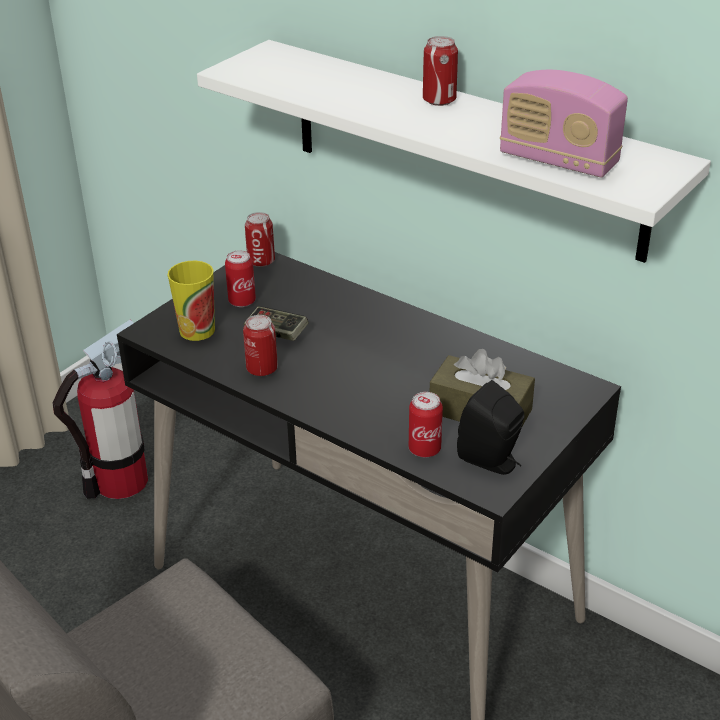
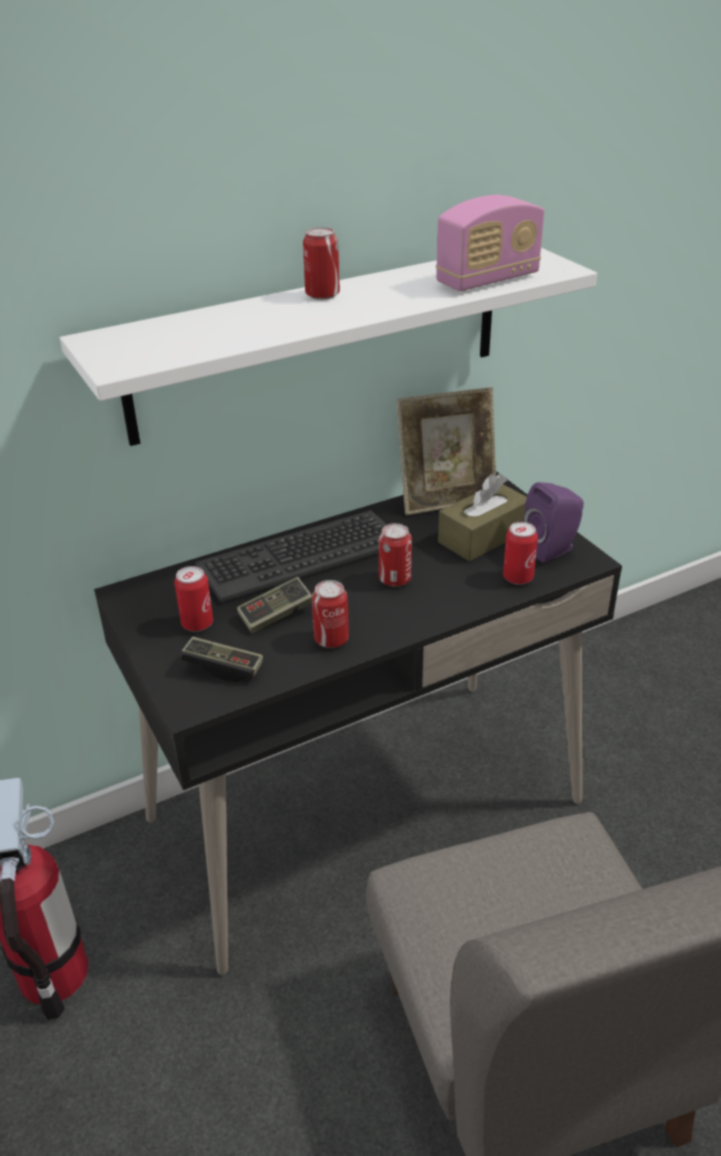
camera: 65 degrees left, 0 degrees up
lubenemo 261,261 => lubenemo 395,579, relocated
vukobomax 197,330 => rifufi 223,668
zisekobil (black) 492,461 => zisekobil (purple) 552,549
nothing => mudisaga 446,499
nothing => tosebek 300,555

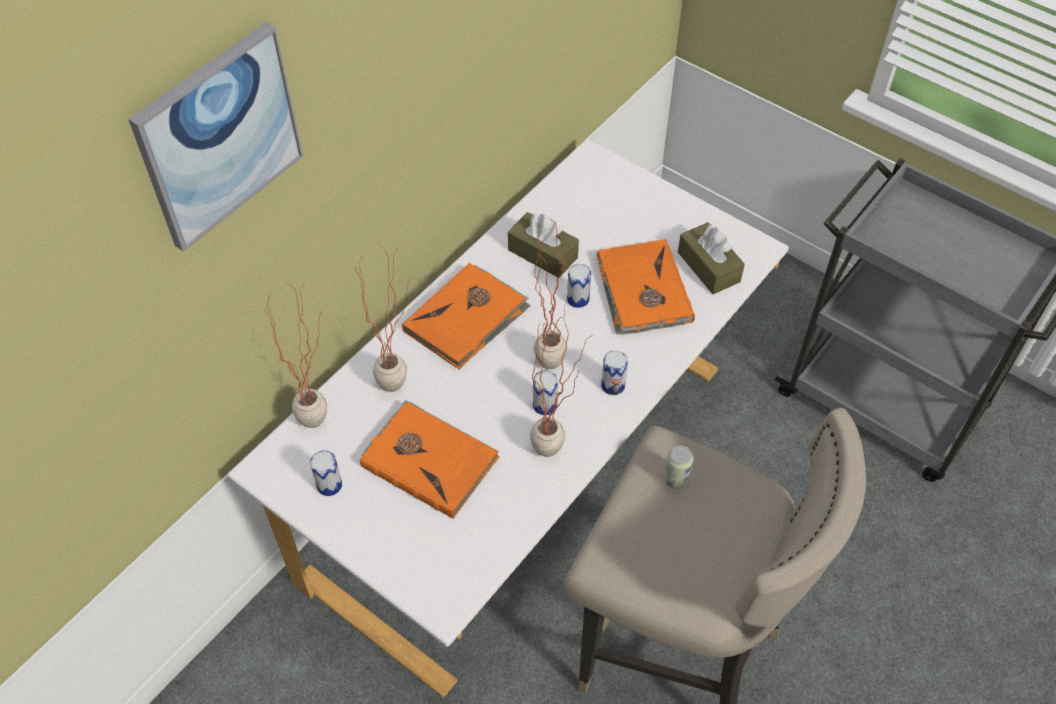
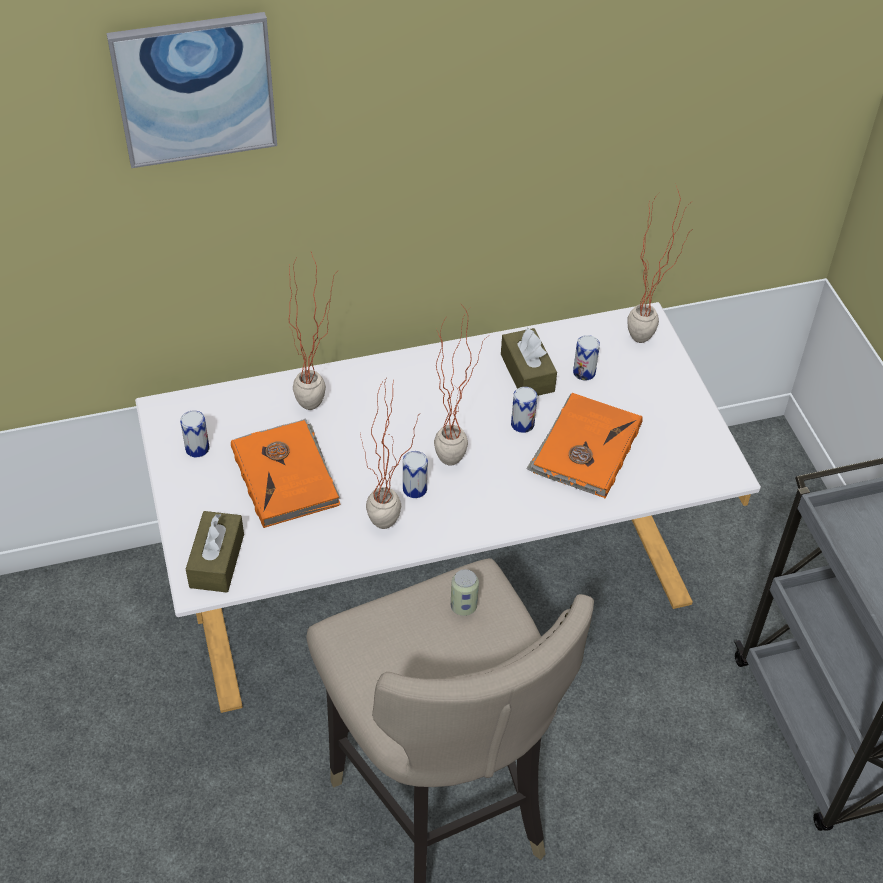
camera: 35 degrees right, 5 degrees down
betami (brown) 708,267 => betami (brown) 217,561, relocated
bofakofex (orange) 467,319 => nothing
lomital 322,415 => lomital 649,338, relocated
lubenemo 613,385 => lubenemo 584,372, relocated

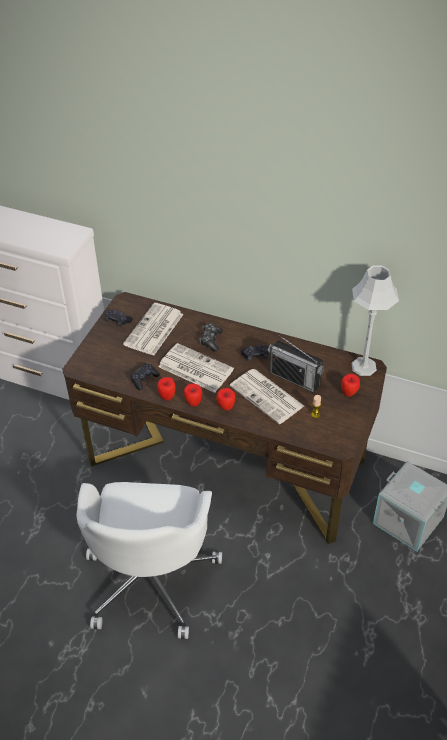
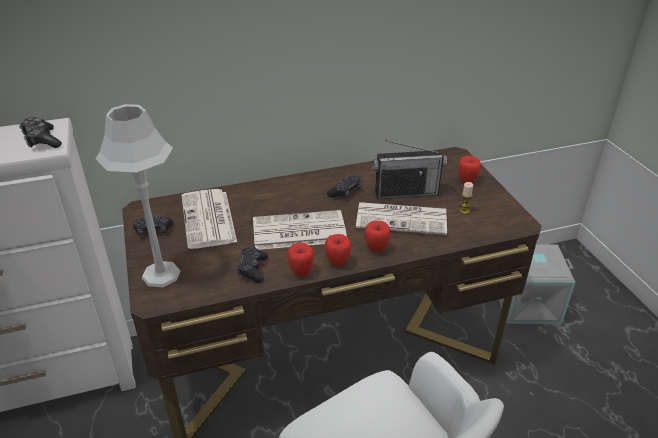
camera: 40 degrees left, 10 degrees down
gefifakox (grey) 363,366 => gefifakox (grey) 161,274, relocated
rifufi 211,340 => rifufi 42,140, relocated

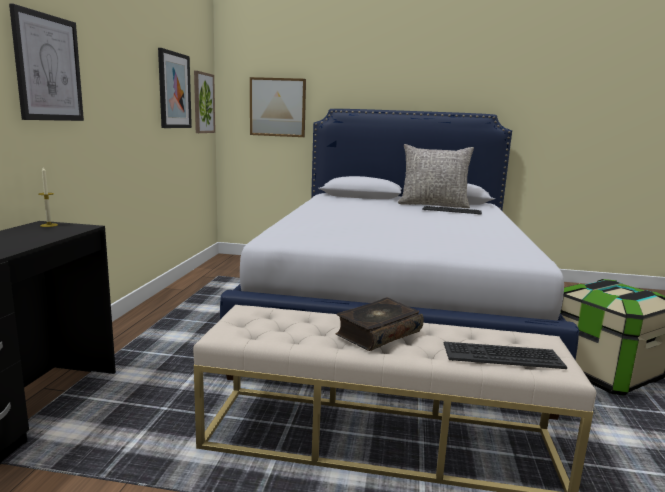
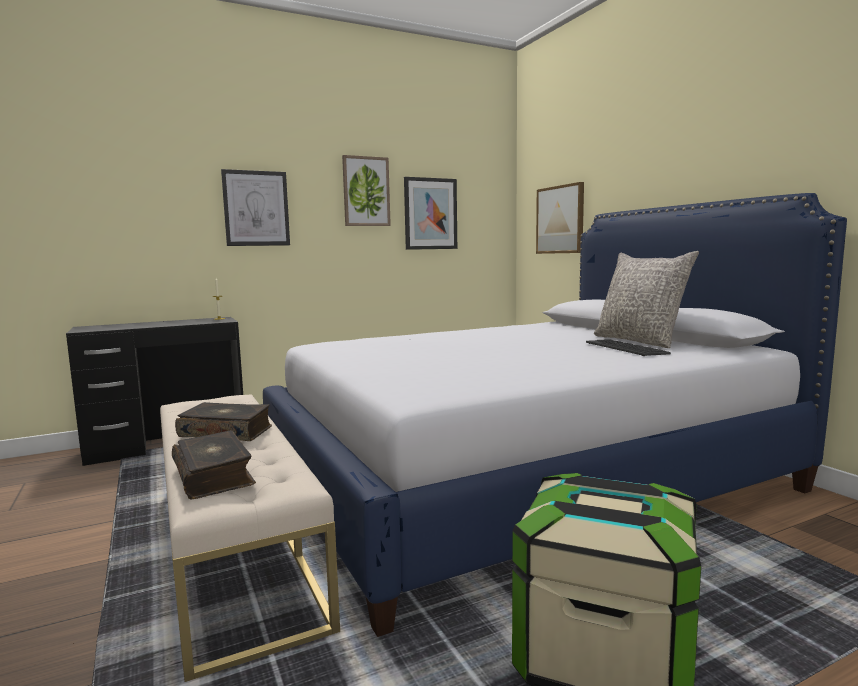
camera: 55 degrees right, 5 degrees down
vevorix 203,103 => vevorix 366,191, relocated
tosebek 502,356 => bofakofex 214,475

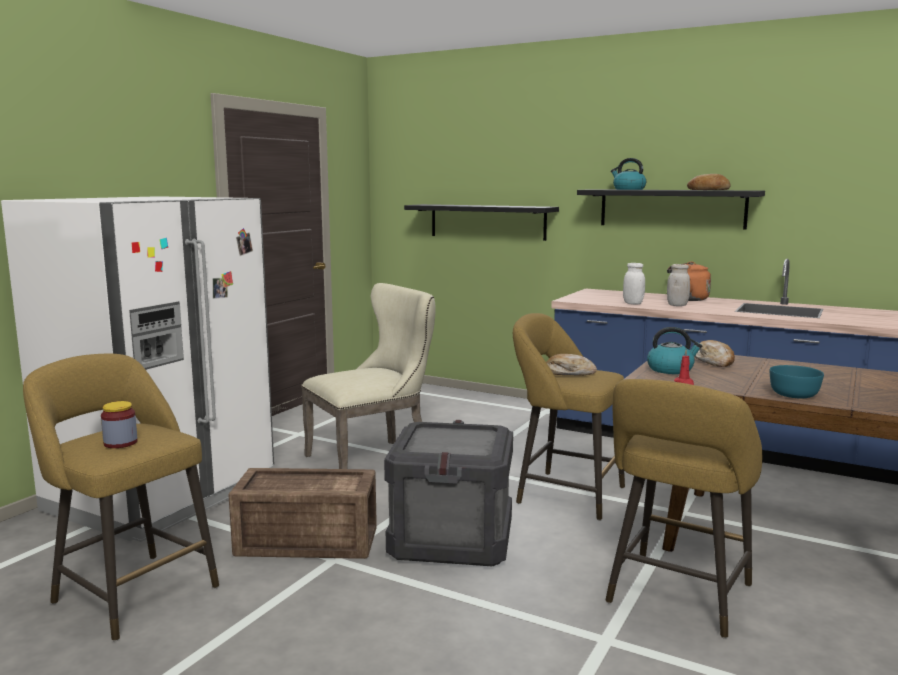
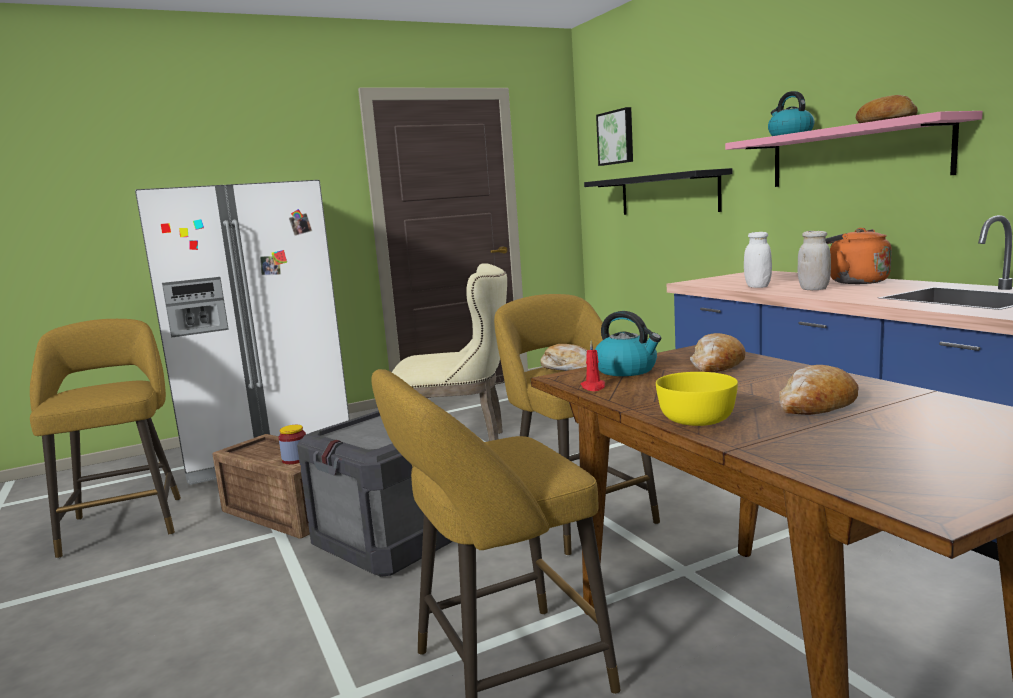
camera: 35 degrees right, 0 degrees up
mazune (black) 671,208 => mazune (pink) 855,155
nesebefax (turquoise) 795,394 => nesebefax (yellow) 698,419
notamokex 120,443 => notamokex 295,459, relocated
nothing => vevorix 616,137
nothing => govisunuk 816,405

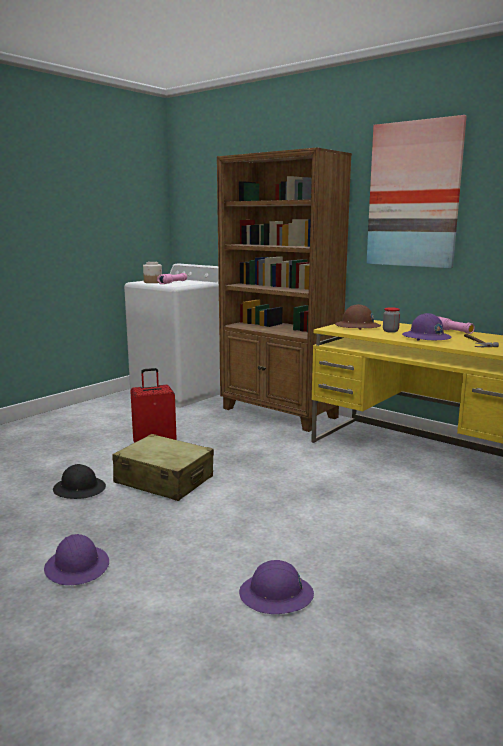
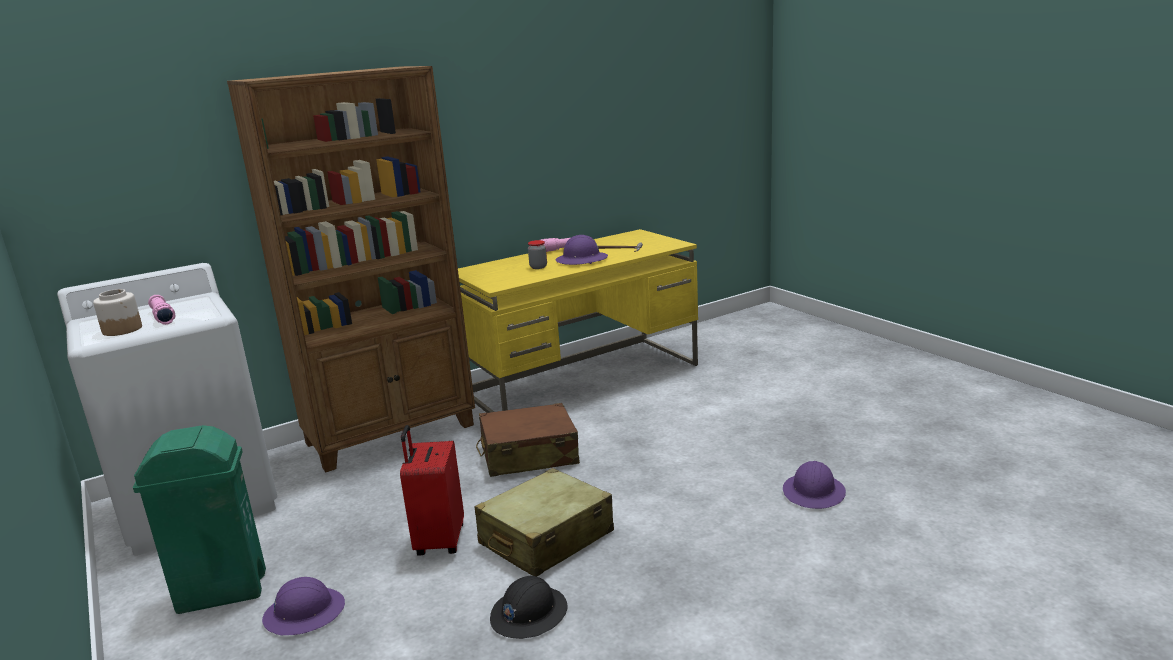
camera: 70 degrees left, 5 degrees up
vevorix 414,195 => nothing
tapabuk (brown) 357,326 => nothing
tapabuk (purple) 77,567 => tapabuk (purple) 304,613, relocated
nothing => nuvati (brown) 528,455
nothing => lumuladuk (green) 221,592

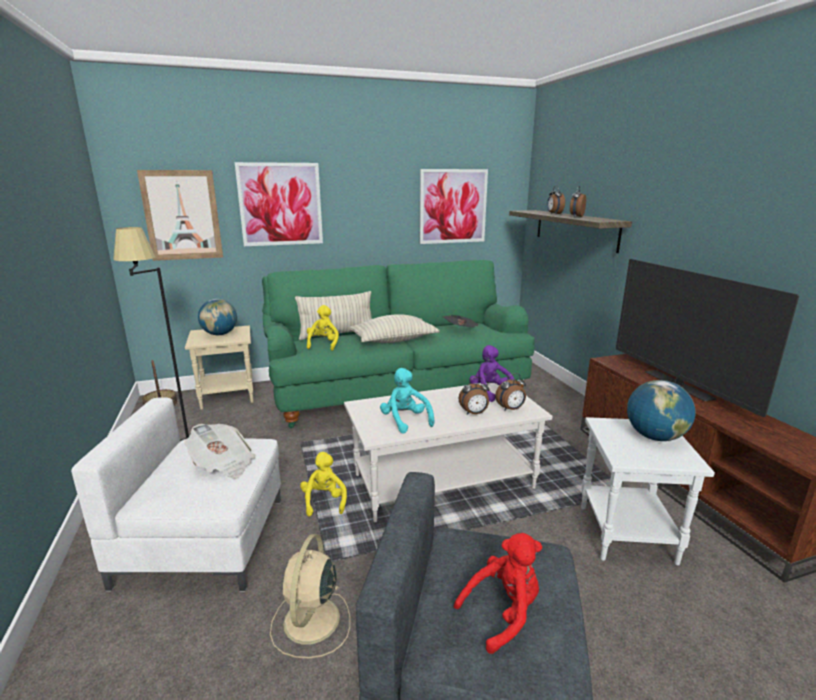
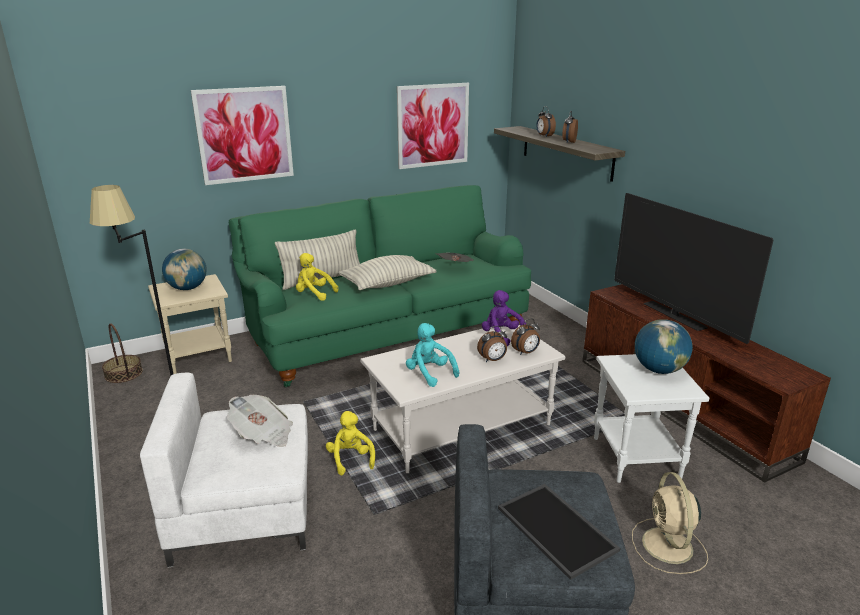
camera: 10 degrees left, 5 degrees up
vevorix 182,215 => nothing
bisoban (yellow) 323,344 => bisoban (yellow) 314,294, 60 degrees counterclockwise
bisoban (red) 503,612 => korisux 558,529
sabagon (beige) 311,622 => sabagon (beige) 668,547, relocated

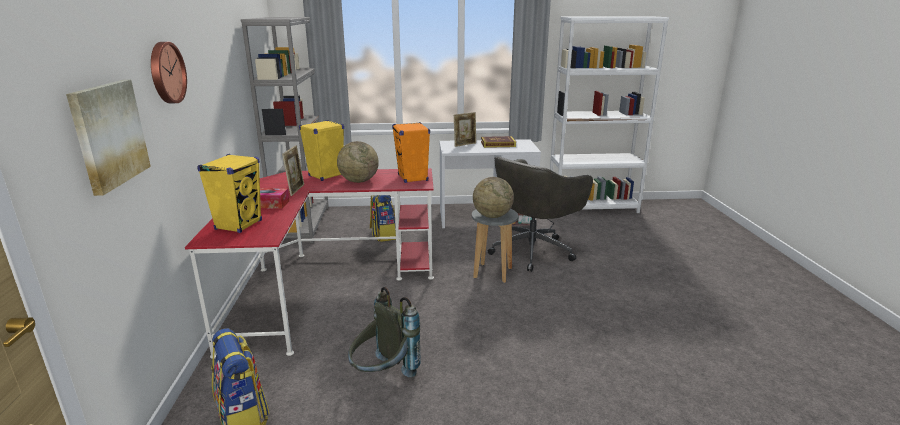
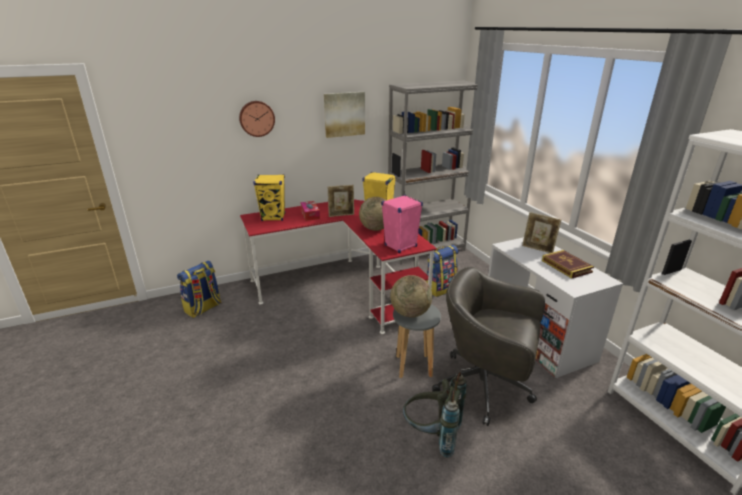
camera: 70 degrees right, 5 degrees up
vevorix 108,134 => vevorix 344,114, relocated
zisekobil (orange) 413,178 => zisekobil (pink) 400,246
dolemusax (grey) 383,376 => dolemusax (grey) 432,435, relocated

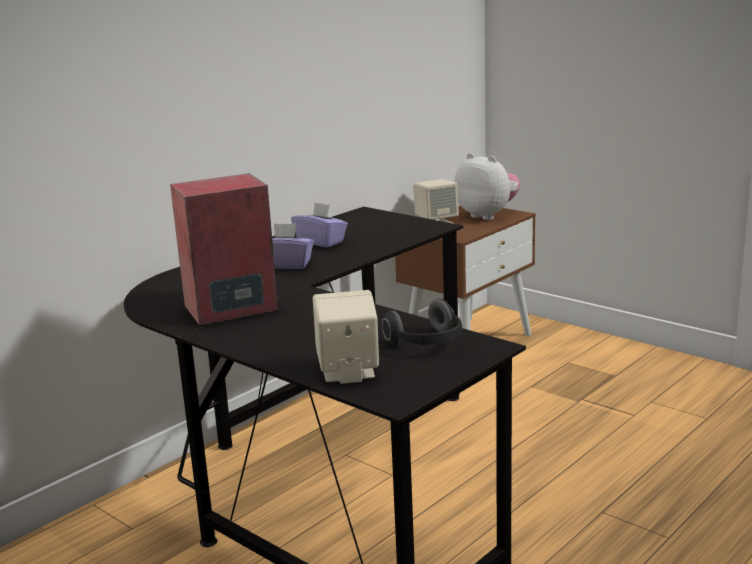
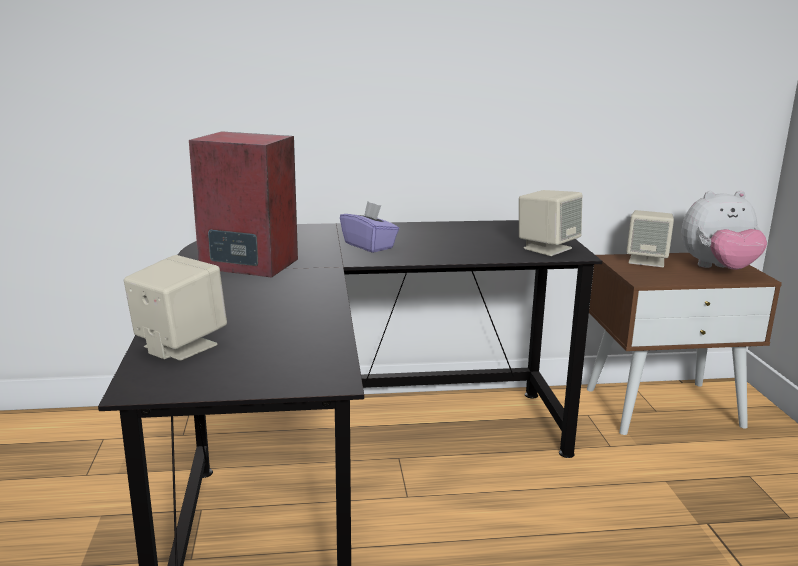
camera: 40 degrees right, 0 degrees up
bisoban 487,215 => bisoban 718,269, 90 degrees clockwise
betami (purple) 321,242 => nothing
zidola 427,343 => nothing
nothing => zisekobil (beige) 547,248

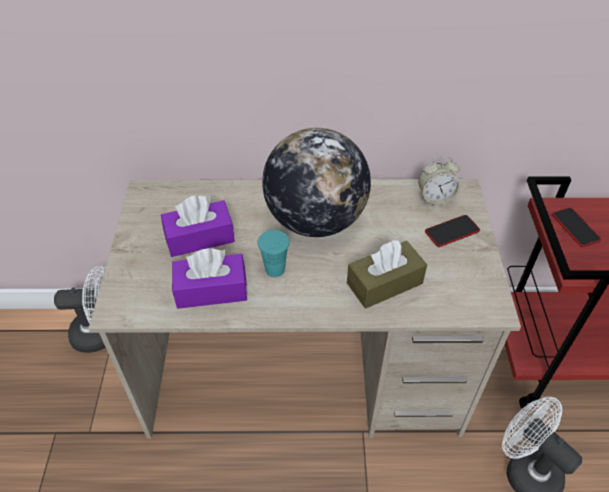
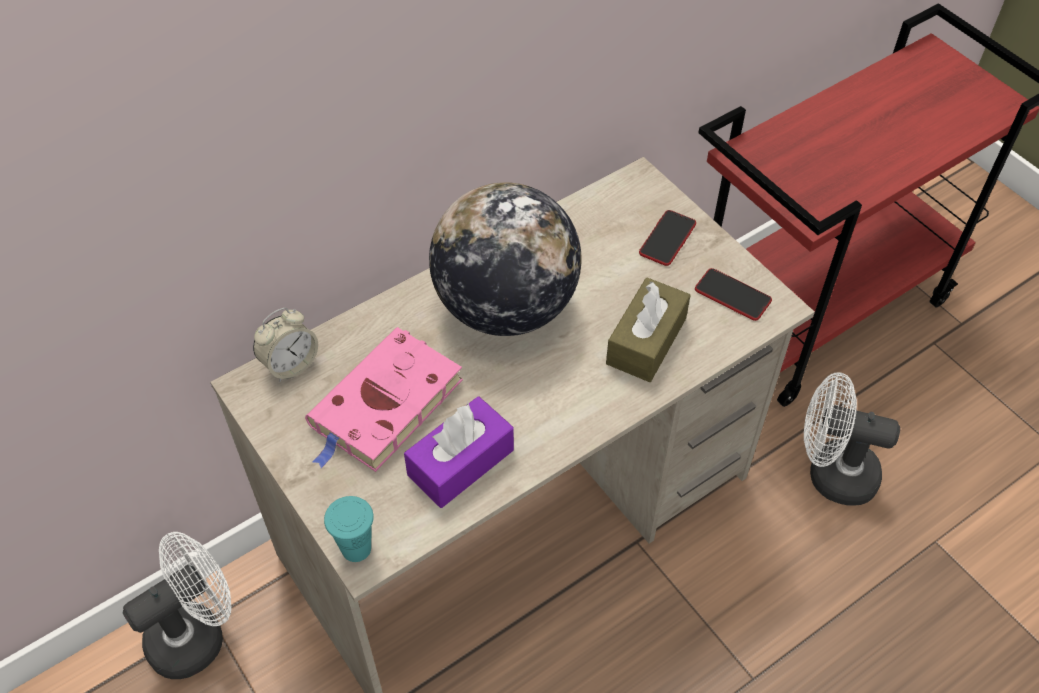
camera: 35 degrees left, 5 degrees up
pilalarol 435,198 => pilalarol 290,364, relocated
betami (purple) 199,237 => bofakofex (pink) 384,407
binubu 575,228 => binubu 732,295, relocated
vukobomax (turquoise) 275,269 => vukobomax (turquoise) 356,548, relocated

